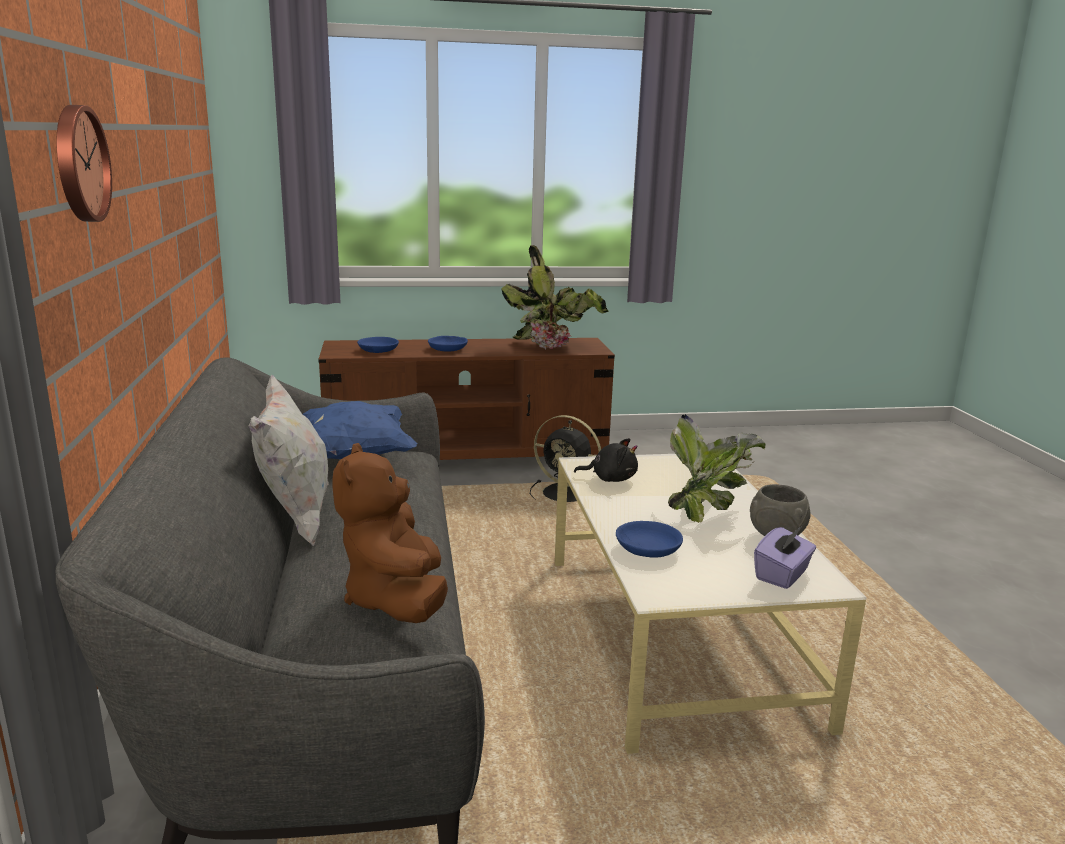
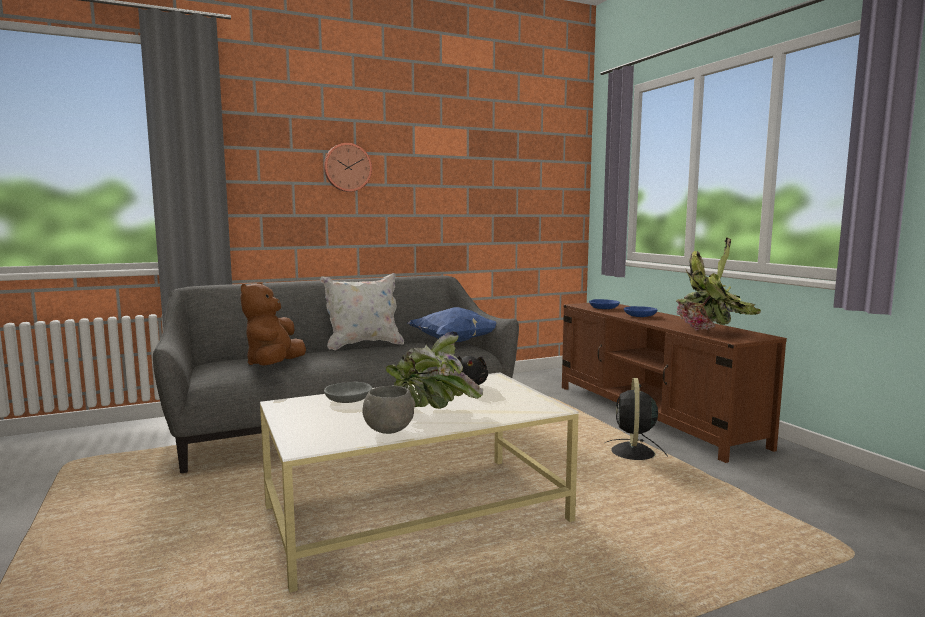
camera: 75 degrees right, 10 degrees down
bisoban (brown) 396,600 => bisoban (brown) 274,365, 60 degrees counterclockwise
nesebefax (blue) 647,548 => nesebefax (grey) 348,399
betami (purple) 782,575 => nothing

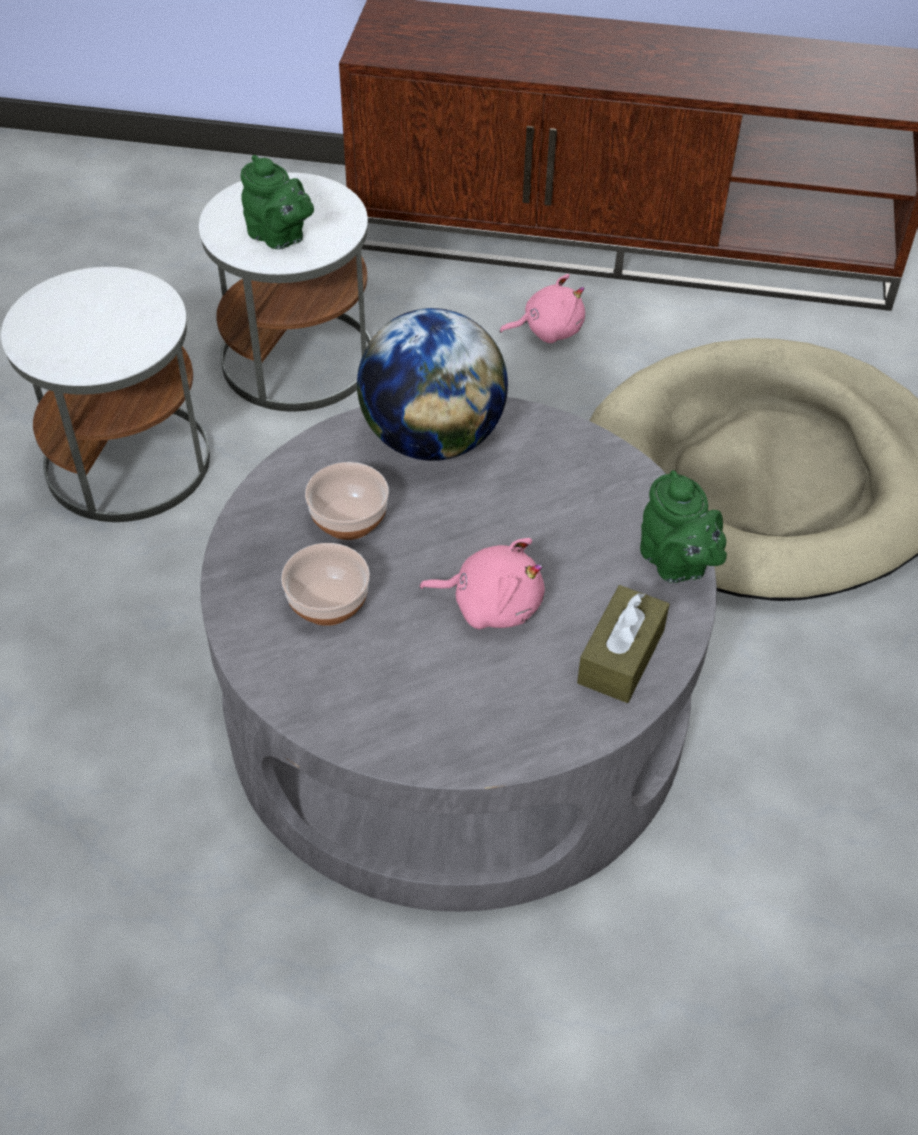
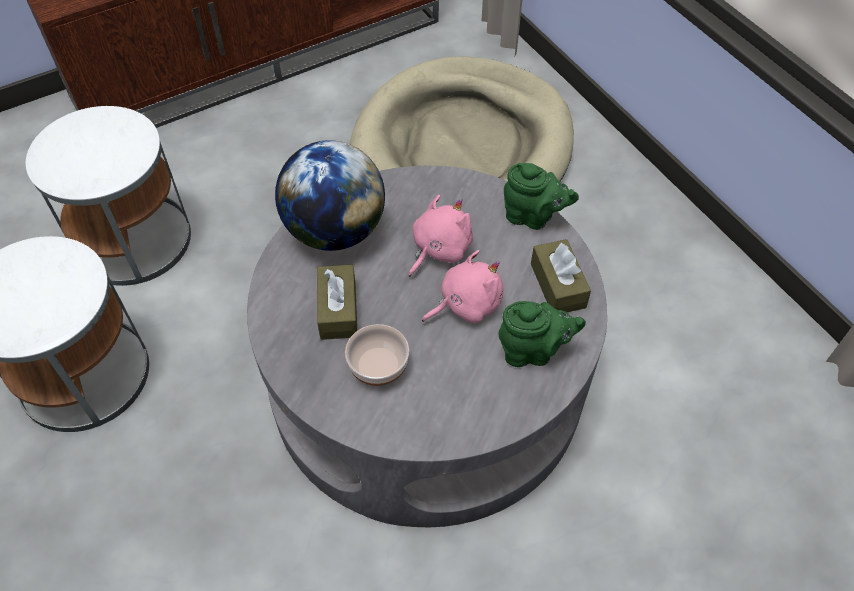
camera: 40 degrees left, 5 degrees up
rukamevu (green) 279,237 => rukamevu (green) 532,351, relocated
bisoban (pink) 548,330 => bisoban (pink) 439,249, relocated
nesebefax 349,520 => betami (brown) 338,310

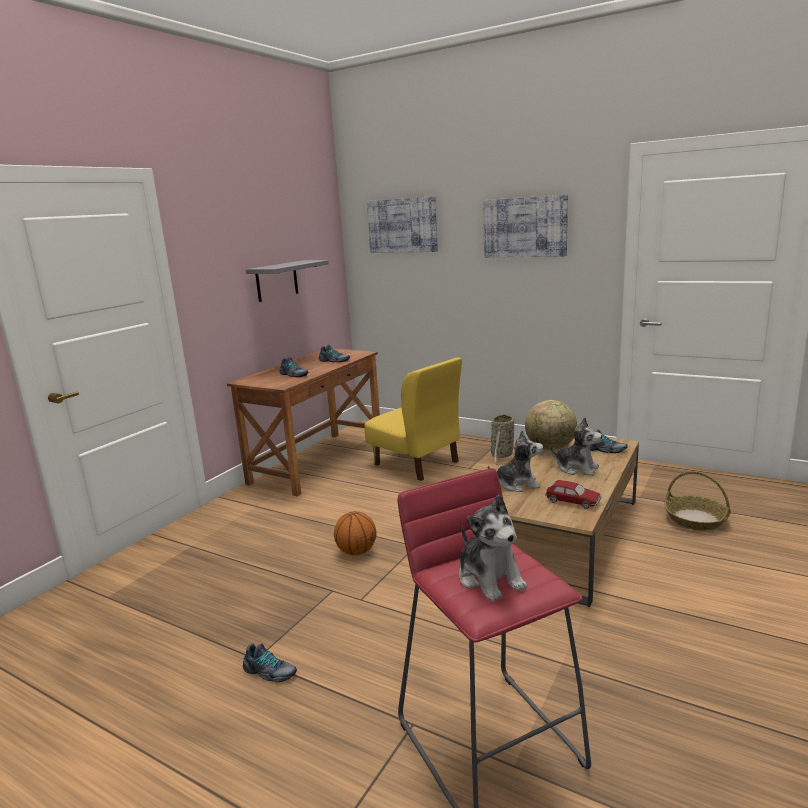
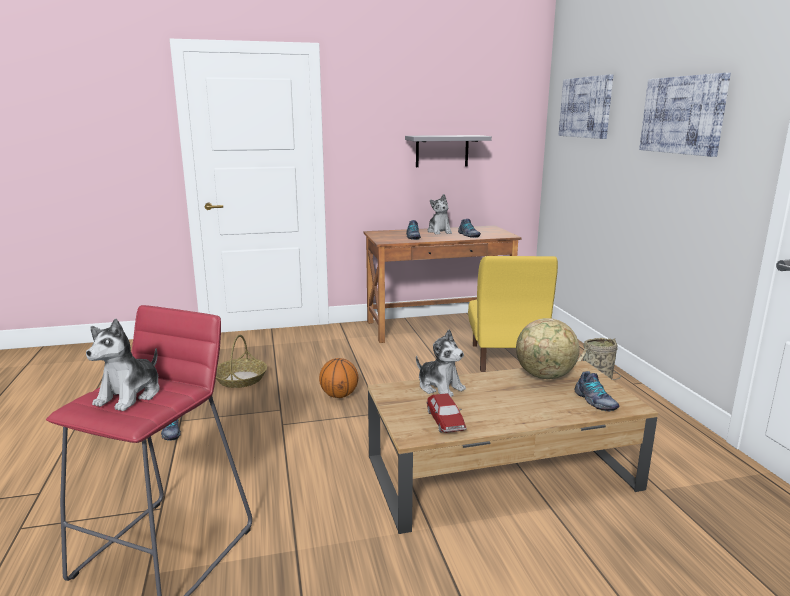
camera: 45 degrees right, 0 degrees up
bisoban 576,468 => bisoban 439,231, relocated
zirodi 695,519 => zirodi 240,379, relocated

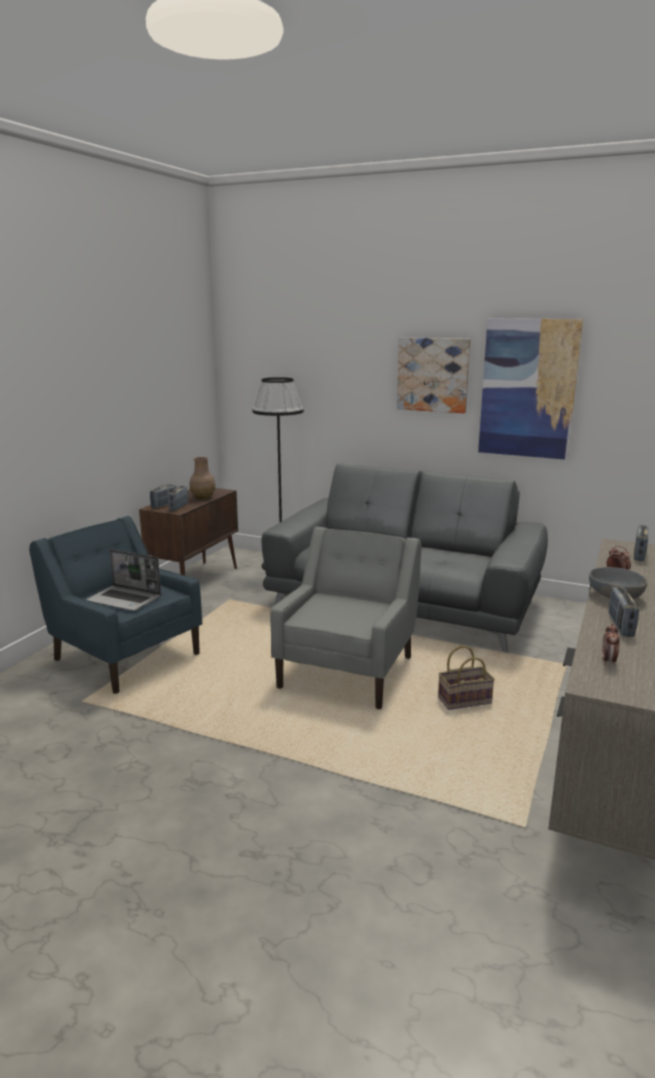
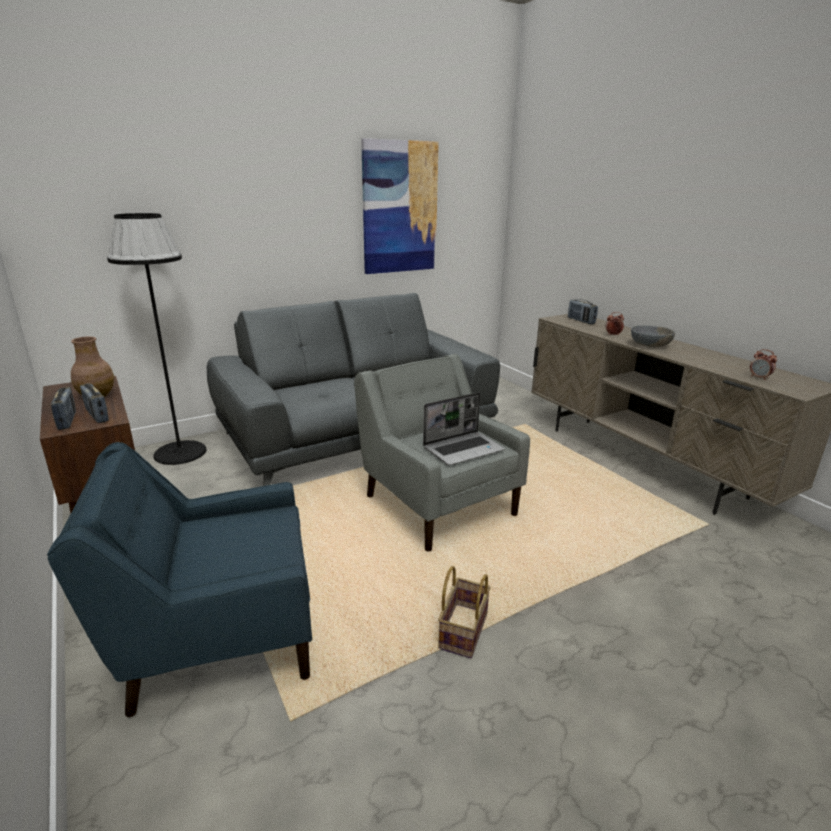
camera: 55 degrees left, 5 degrees up
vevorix 433,374 => nothing
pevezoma 125,599 => pevezoma 463,449, relocated
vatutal 620,625 => nothing
zirodi 465,700 => zirodi 462,629, relocated

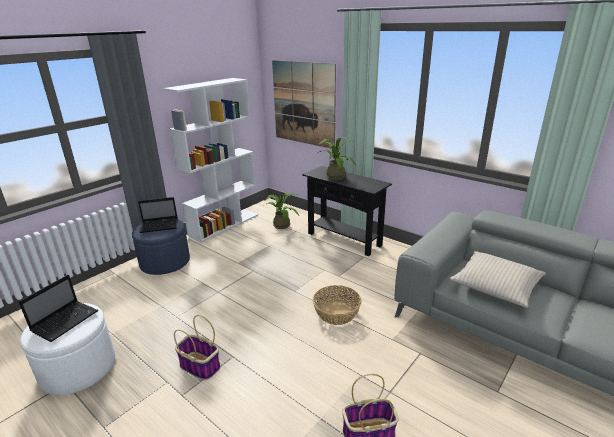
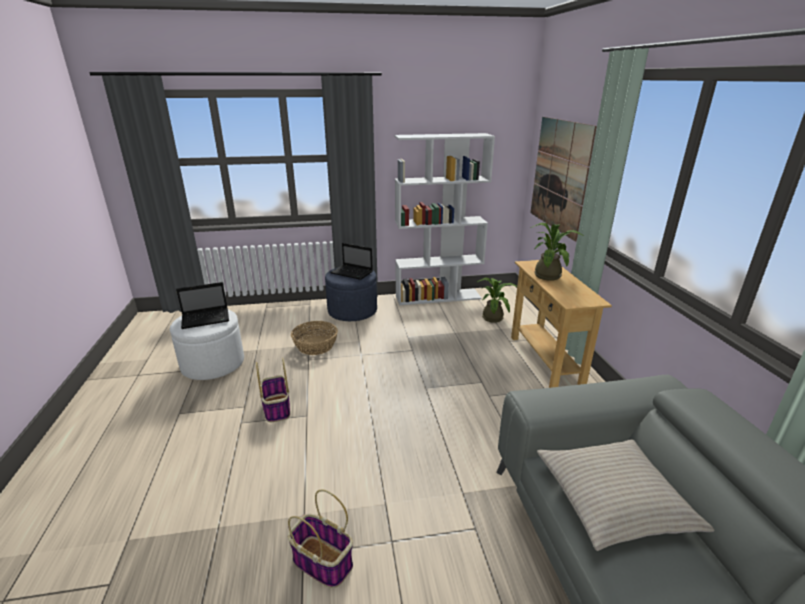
camera: 40 degrees right, 0 degrees up
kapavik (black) 344,239 => kapavik (beige) 545,360
zirodi 336,313 => zirodi 316,346, relocated

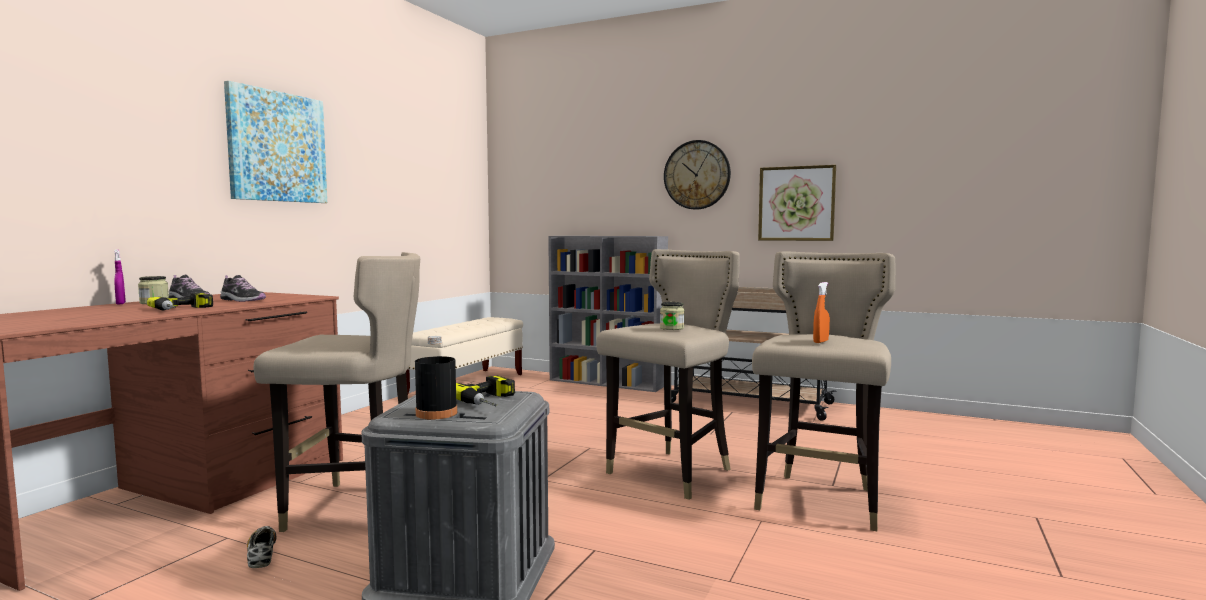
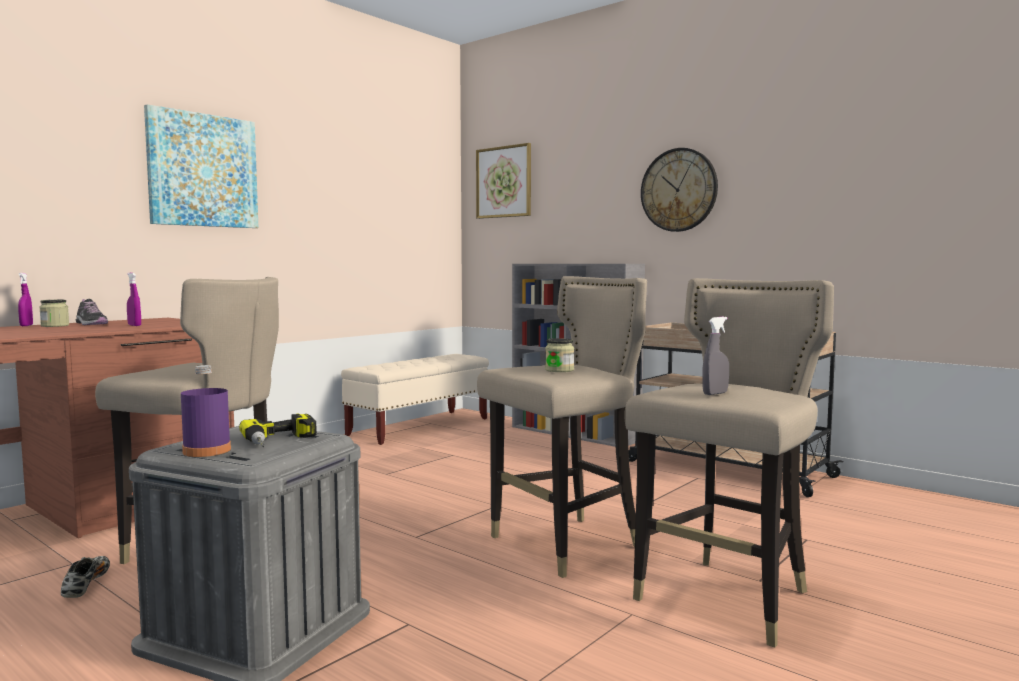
camera: 15 degrees right, 0 degrees up
vevorix 796,203 => vevorix 504,182, relocated
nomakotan 242,300 => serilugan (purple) 134,325
serilugan (orange) 820,341 => serilugan (grey) 715,393
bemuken 185,309 => nothing
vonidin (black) 436,413 => vonidin (purple) 207,451

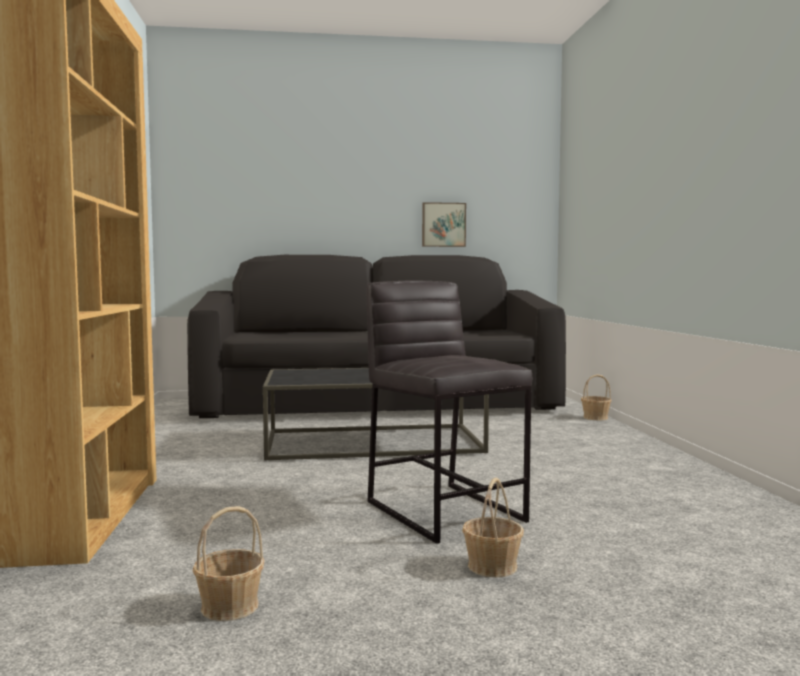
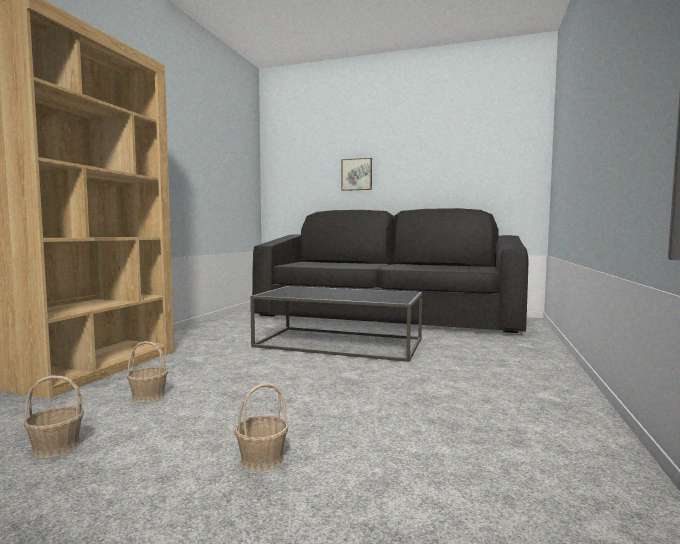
camera: 25 degrees right, 0 degrees up
vevorix 443,225 => vevorix 357,174, relocated
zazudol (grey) 445,510 => nothing
zirodi 595,417 => zirodi 148,396, relocated

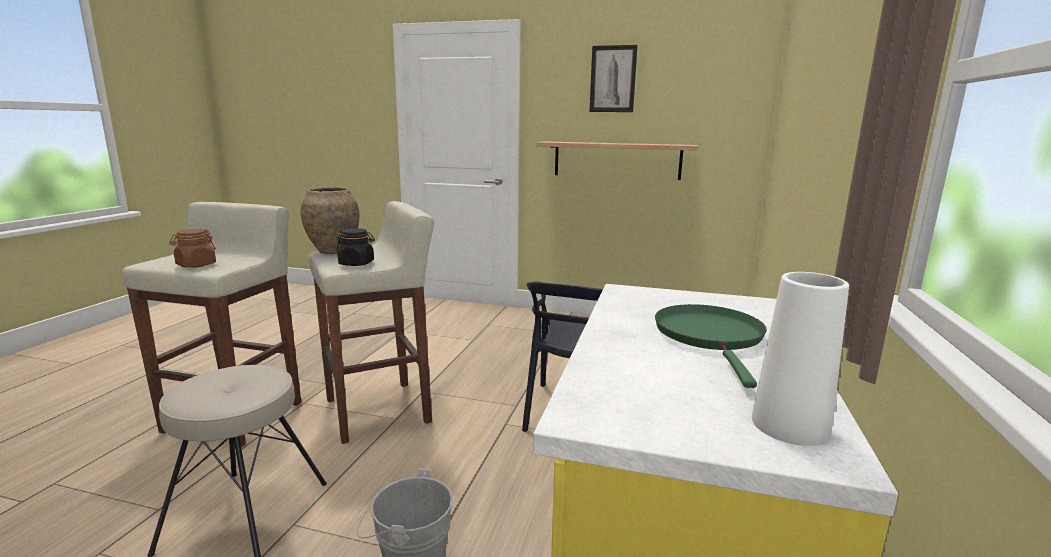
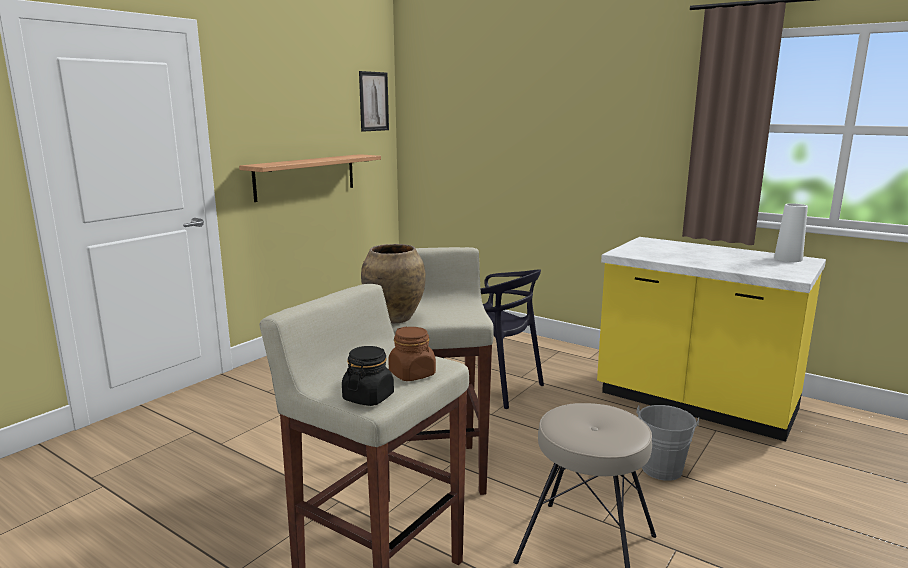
camera: 70 degrees left, 0 degrees up
vevorix 613,79 => vevorix 373,101, relocated
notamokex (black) 357,263 => notamokex (black) 368,397, relocated
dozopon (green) 710,337 => nothing

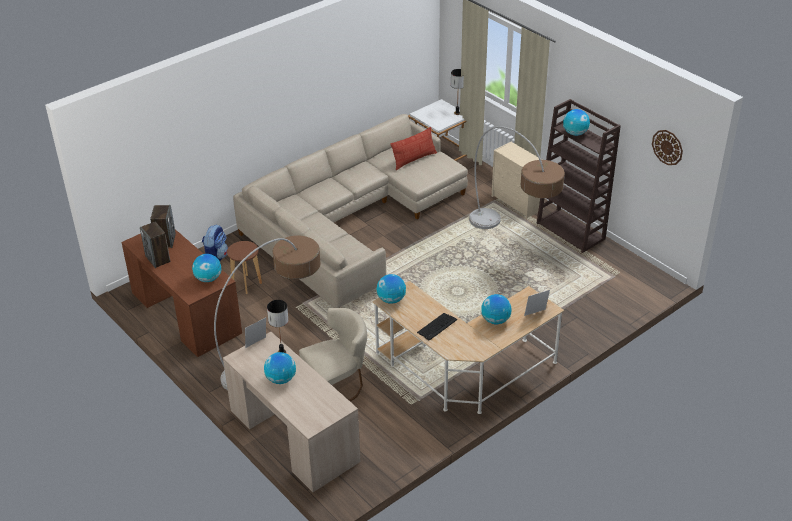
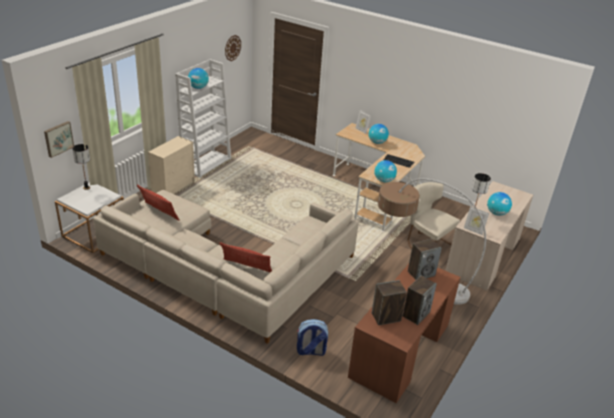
camera: 110 degrees left, 5 degrees down
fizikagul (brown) 571,231 => fizikagul (white) 206,164
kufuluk 514,240 => nothing
zazudol (brown) 247,284 => nothing
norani 208,279 => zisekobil 421,273
nothing => vevorix 58,138
nothing => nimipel 246,268

